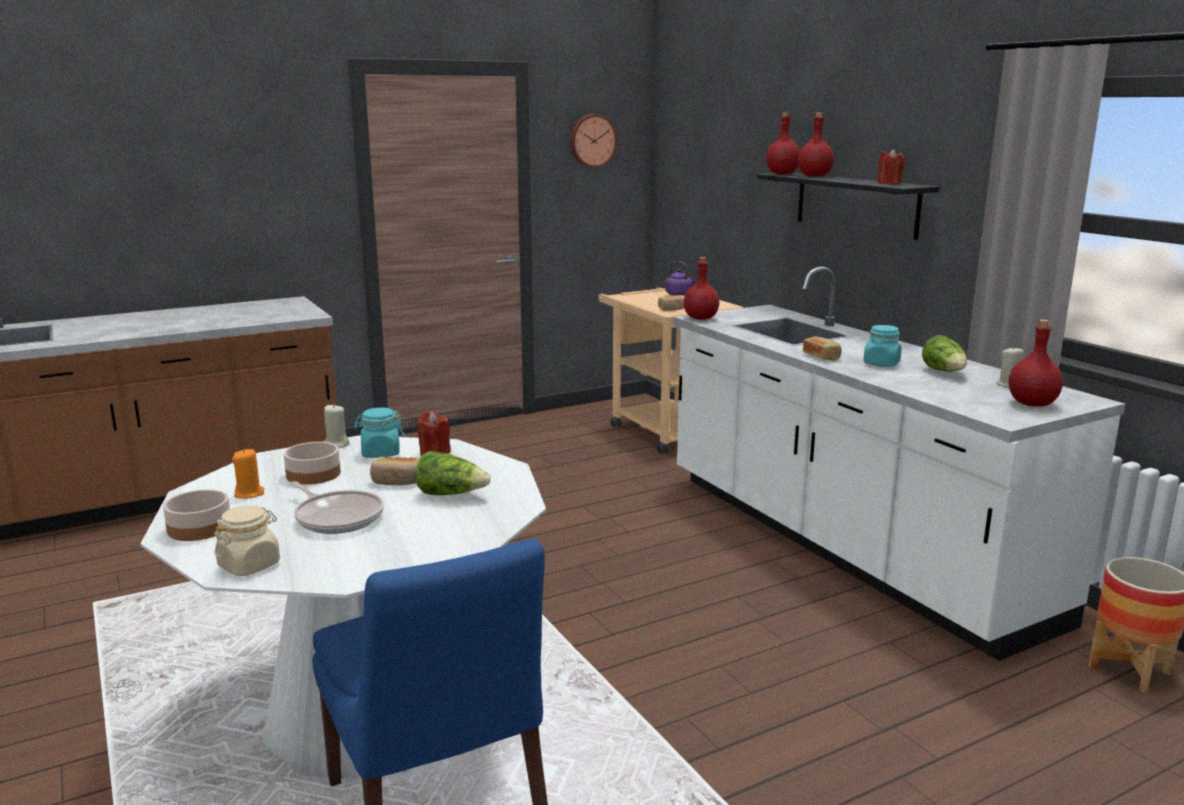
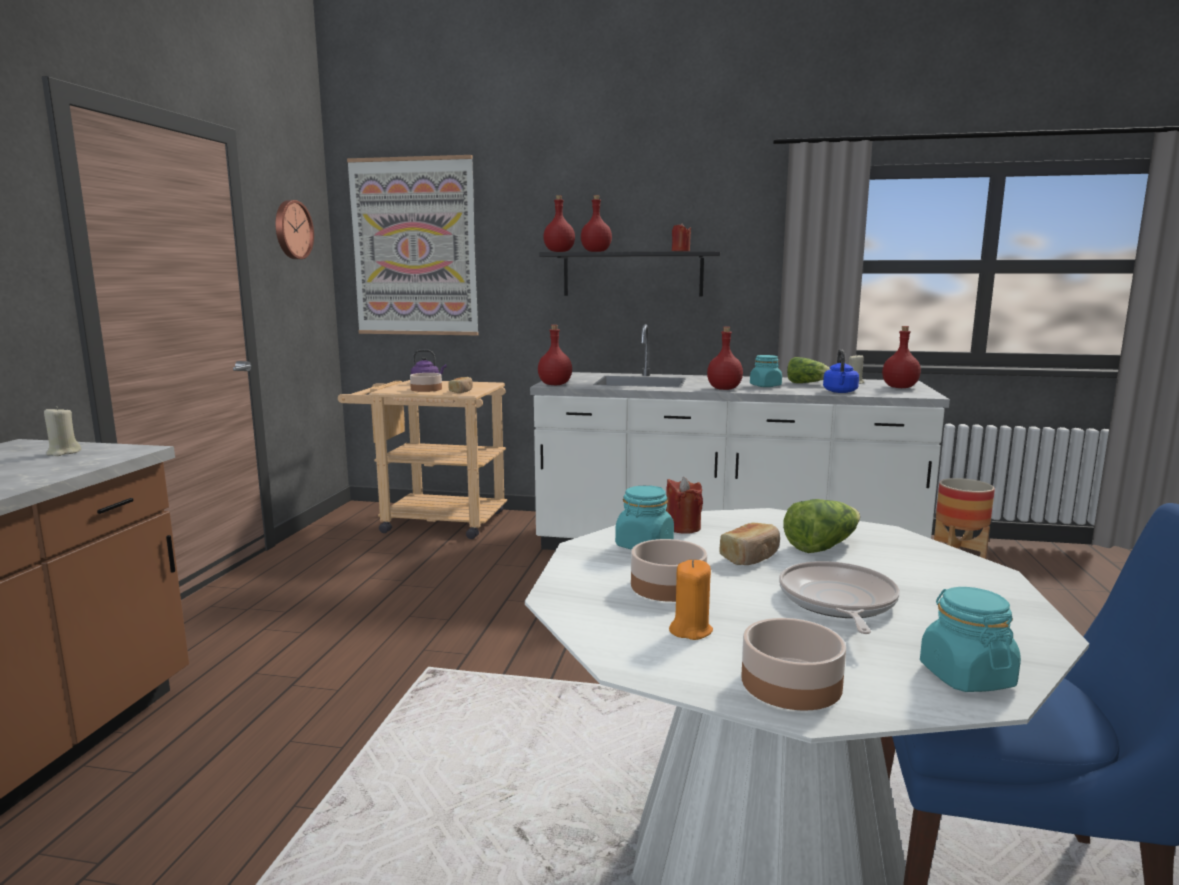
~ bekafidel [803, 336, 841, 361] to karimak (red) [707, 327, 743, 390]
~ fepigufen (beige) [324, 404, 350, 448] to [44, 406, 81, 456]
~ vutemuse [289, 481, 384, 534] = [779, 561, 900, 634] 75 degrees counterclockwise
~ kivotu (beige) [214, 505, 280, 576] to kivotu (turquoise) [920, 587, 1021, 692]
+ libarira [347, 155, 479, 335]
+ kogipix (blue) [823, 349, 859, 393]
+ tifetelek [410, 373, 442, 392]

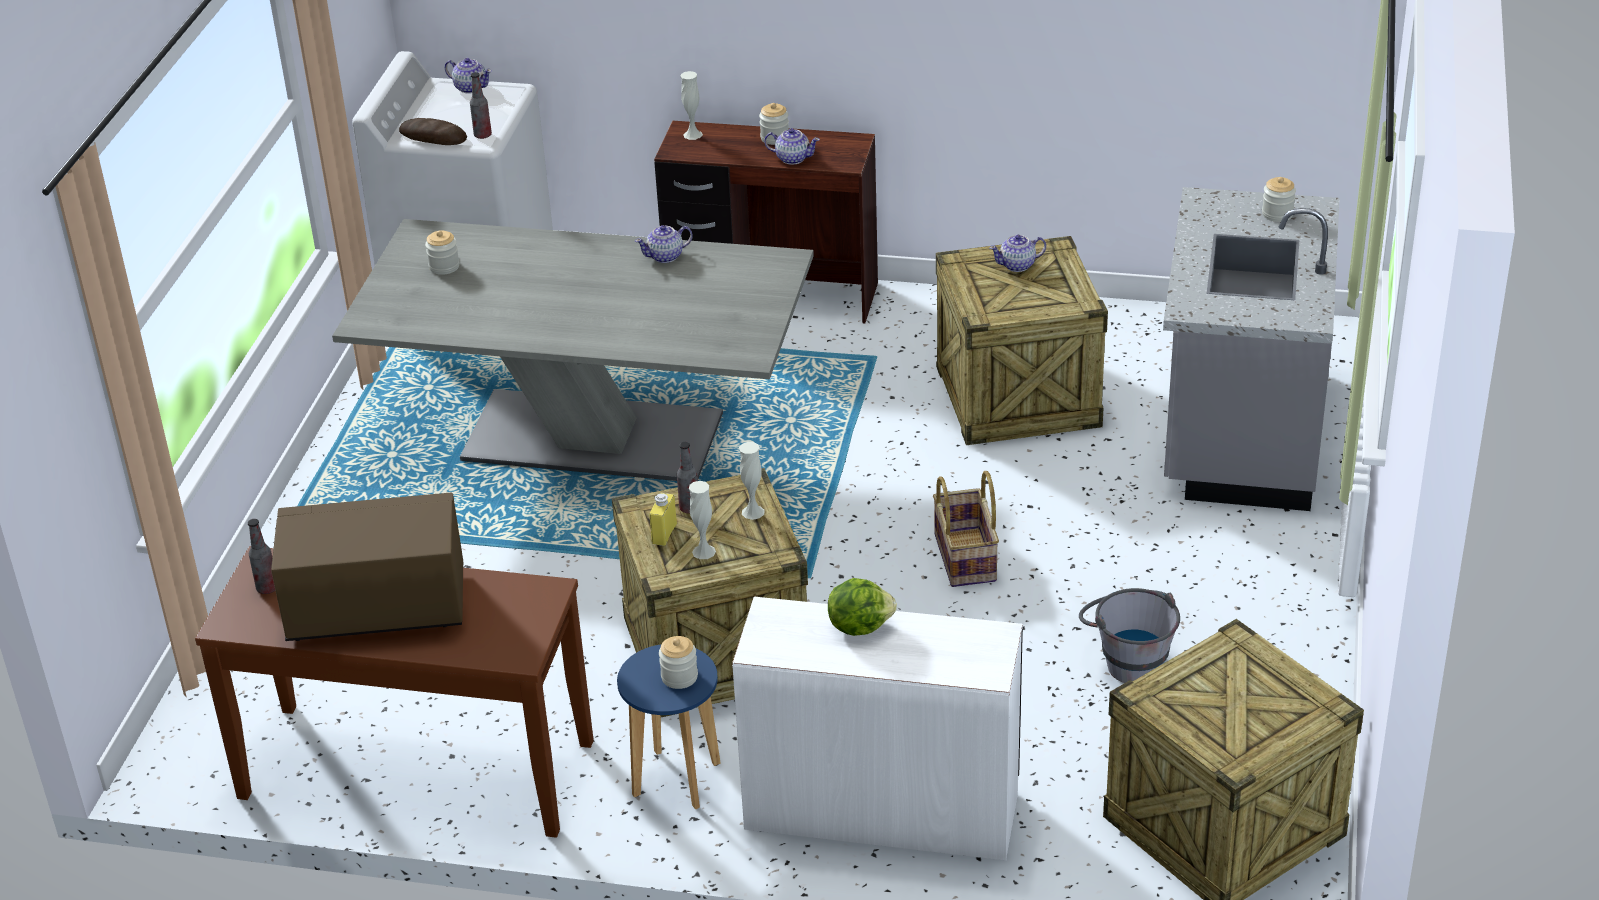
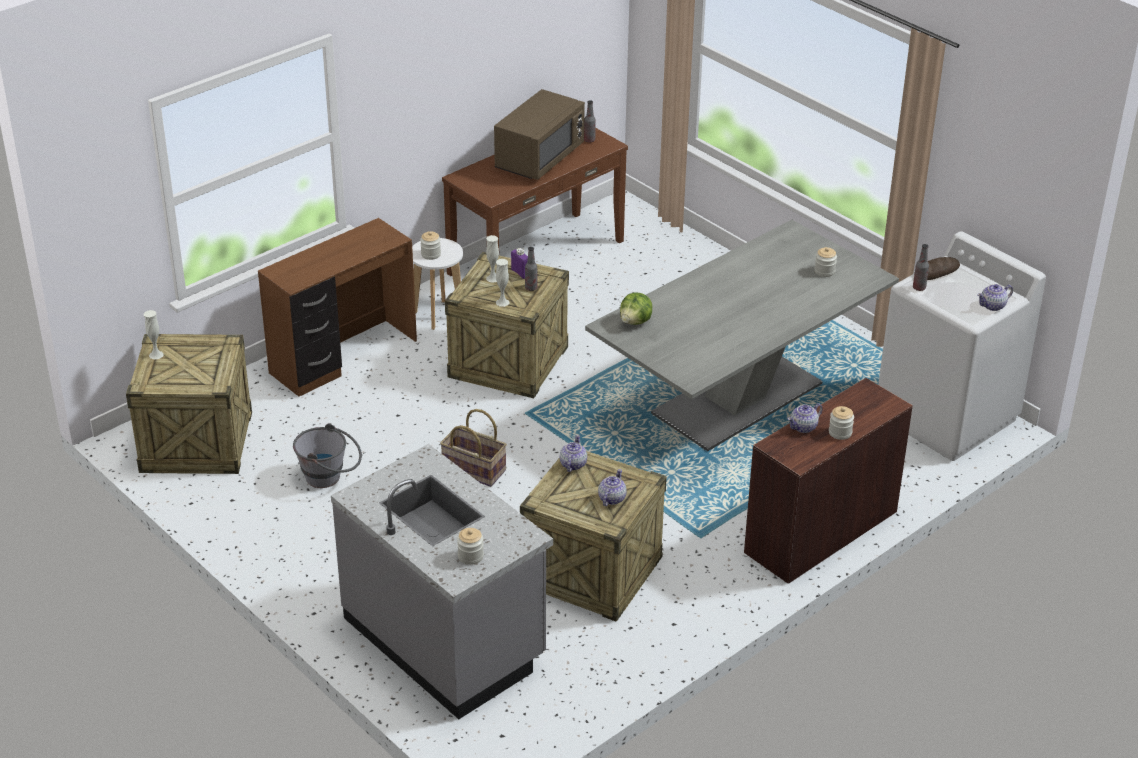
~ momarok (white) [680, 71, 703, 140] to [144, 310, 164, 360]
~ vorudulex [635, 225, 693, 263] to [559, 435, 587, 472]
~ karimak (yellow) [649, 493, 677, 546] to karimak (purple) [511, 248, 528, 279]
~ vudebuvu [828, 578, 897, 636] to [620, 292, 653, 325]
~ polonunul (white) [732, 597, 1023, 861] to polonunul (brown) [258, 218, 417, 397]
~ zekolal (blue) [617, 644, 721, 809] to zekolal (white) [412, 238, 463, 330]

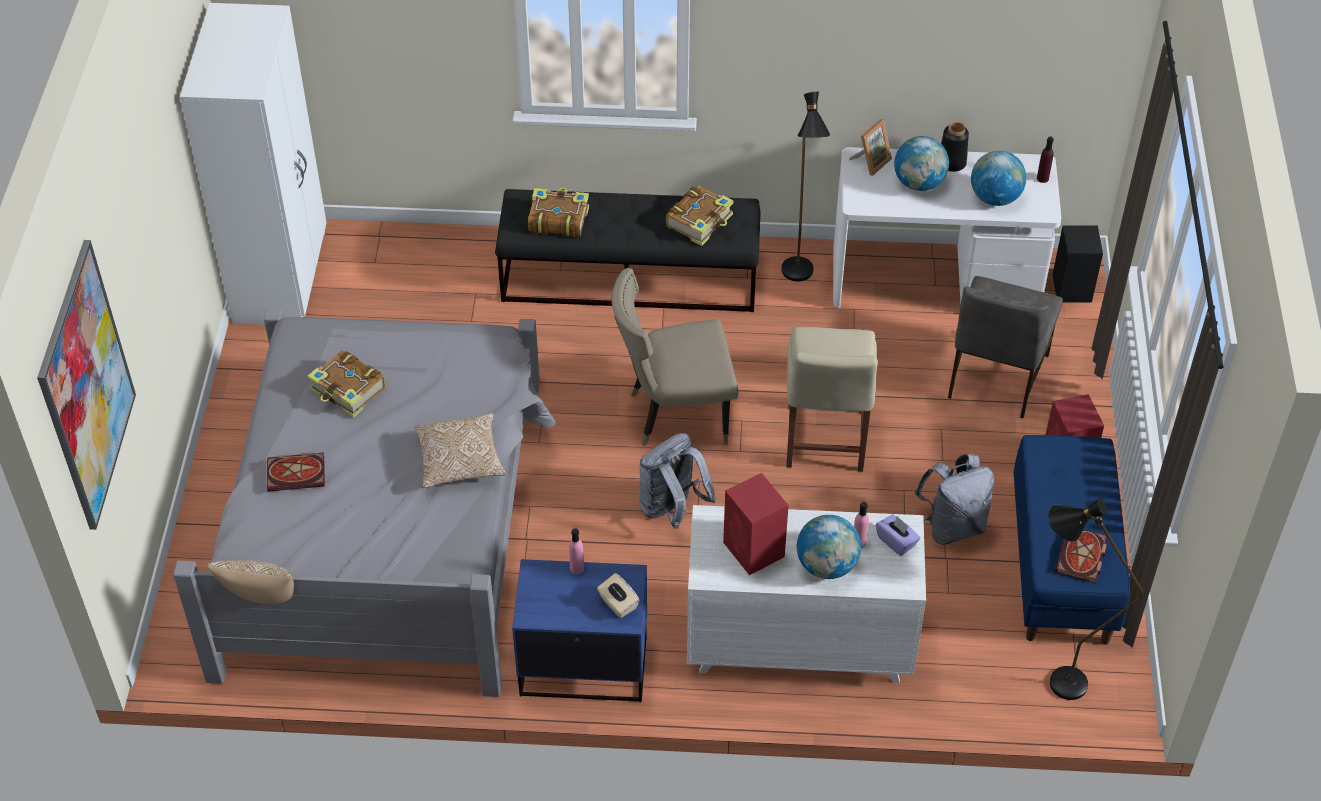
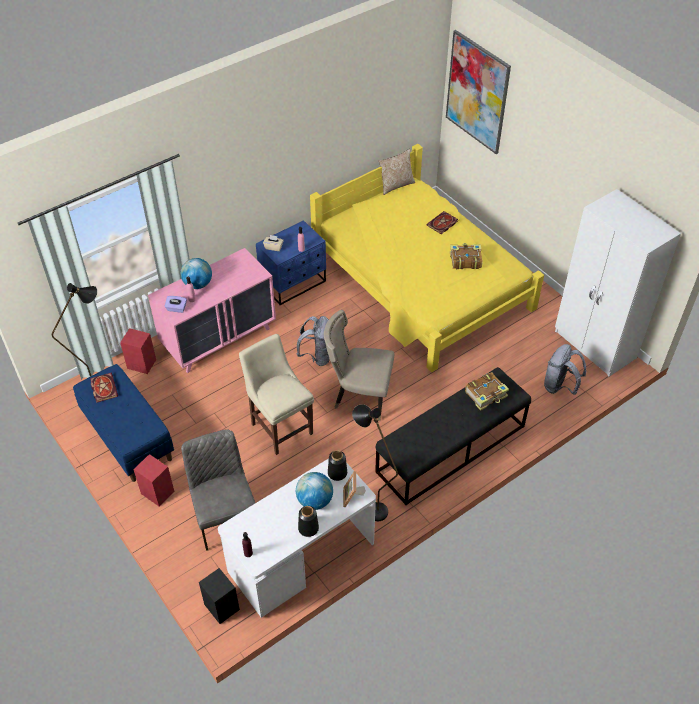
- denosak [971, 151, 1026, 206]
- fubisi [666, 185, 734, 246]
~ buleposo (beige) [611, 268, 739, 446] = [324, 310, 394, 421] 120 degrees counterclockwise
~ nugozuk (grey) [173, 308, 556, 697] to nugozuk (yellow) [310, 144, 544, 372]
- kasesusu [414, 413, 507, 488]
~ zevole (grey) [915, 454, 994, 545] to [544, 344, 586, 395]
~ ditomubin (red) [723, 473, 789, 575] to [120, 328, 156, 374]
~ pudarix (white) [687, 505, 926, 683] to pudarix (pink) [148, 248, 276, 373]
+ momarok (black) [328, 450, 347, 481]

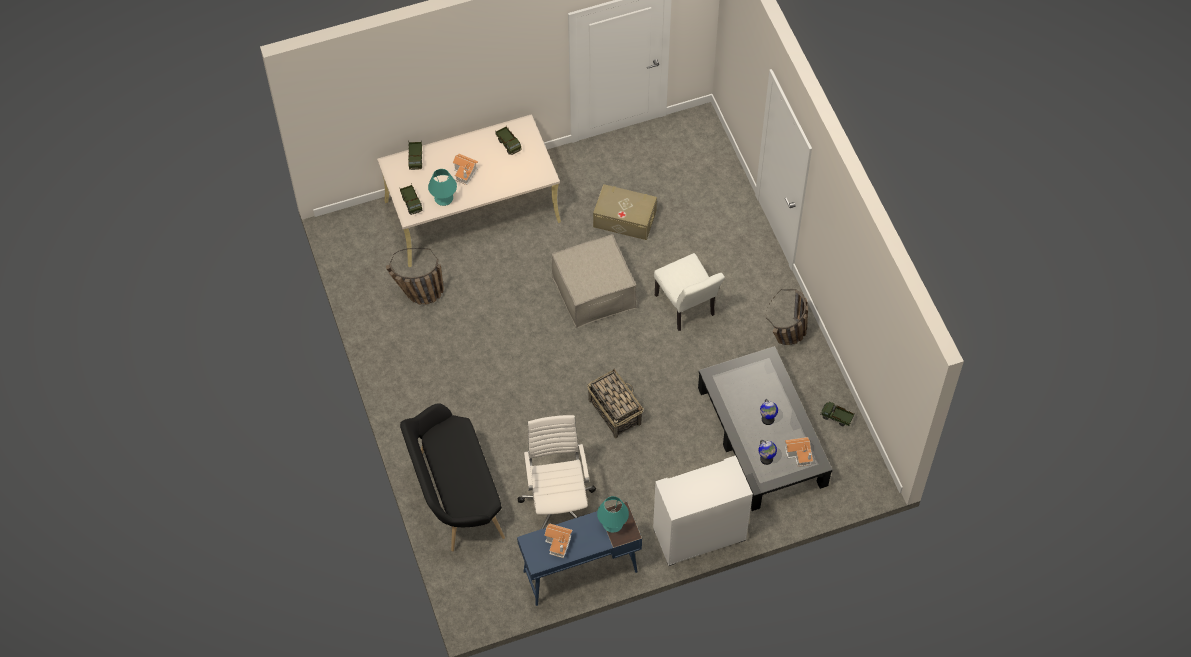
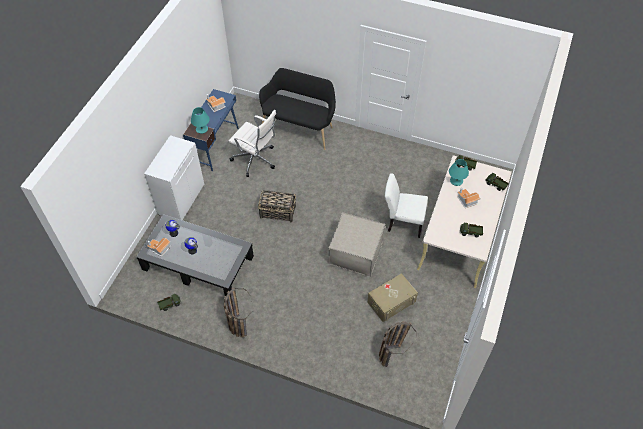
~ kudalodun [386, 248, 444, 305] to [379, 321, 416, 367]
~ buleposo (white) [654, 253, 725, 331] to [385, 173, 428, 238]

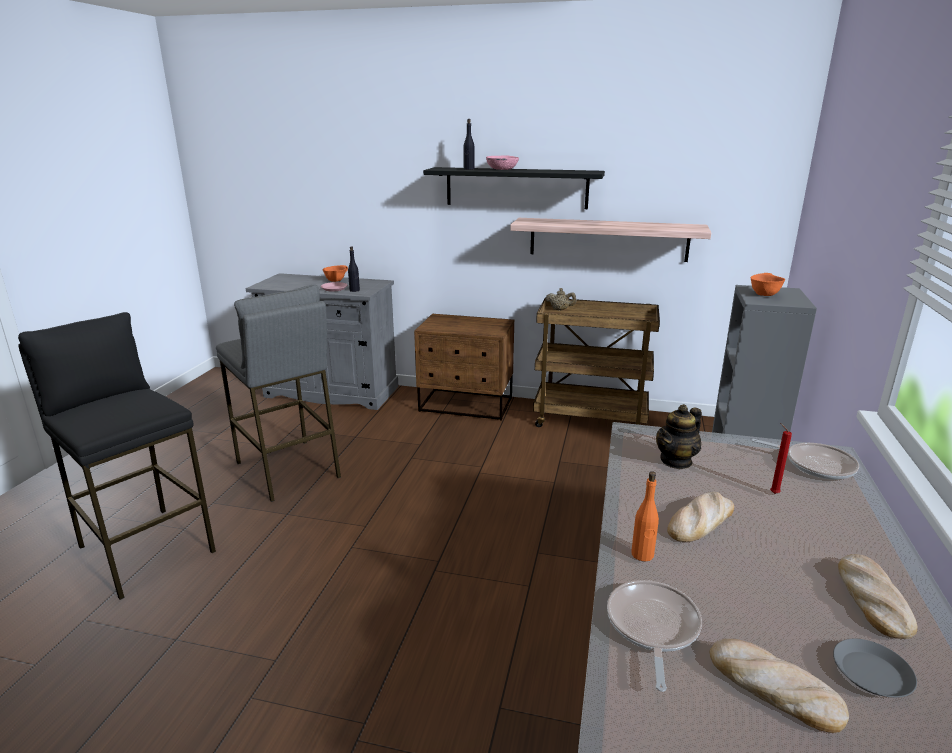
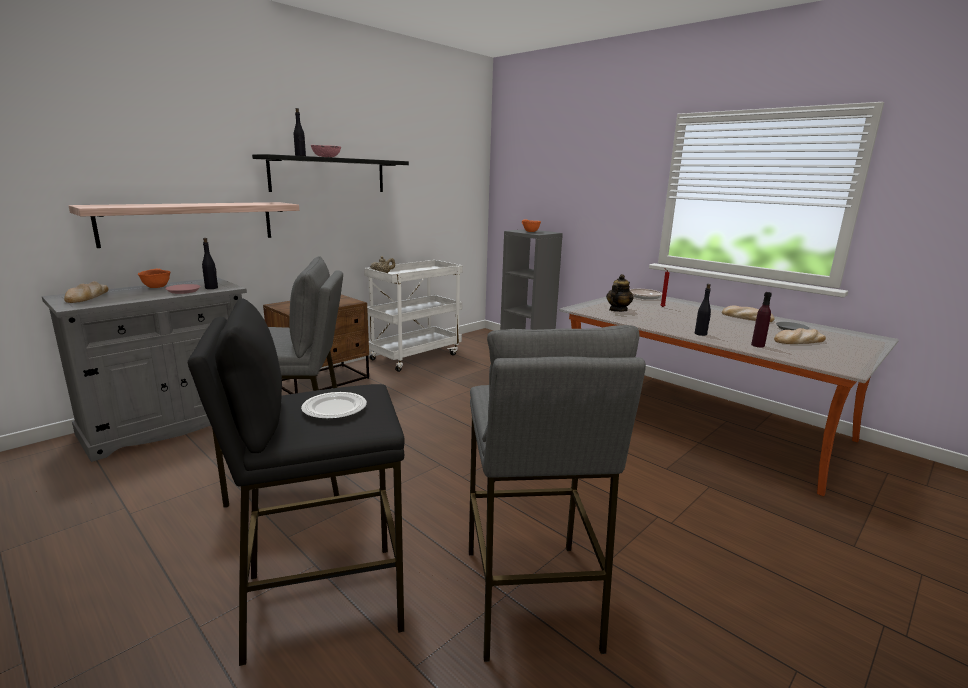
~ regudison [511, 218, 711, 262] to [69, 202, 299, 248]
~ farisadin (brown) [533, 297, 660, 427] to farisadin (white) [364, 260, 463, 372]
~ vorudulex [656, 404, 702, 469] = [606, 274, 634, 312] 135 degrees counterclockwise
~ karimak (orange) [631, 471, 659, 561] to karimak (black) [695, 284, 711, 336]
~ bekafidel [667, 492, 734, 542] to [64, 281, 108, 303]
~ vutemuse [607, 580, 702, 692] to karimak (purple) [751, 292, 772, 348]
+ zekolal (grey) [469, 325, 646, 662]
+ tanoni [301, 392, 367, 419]

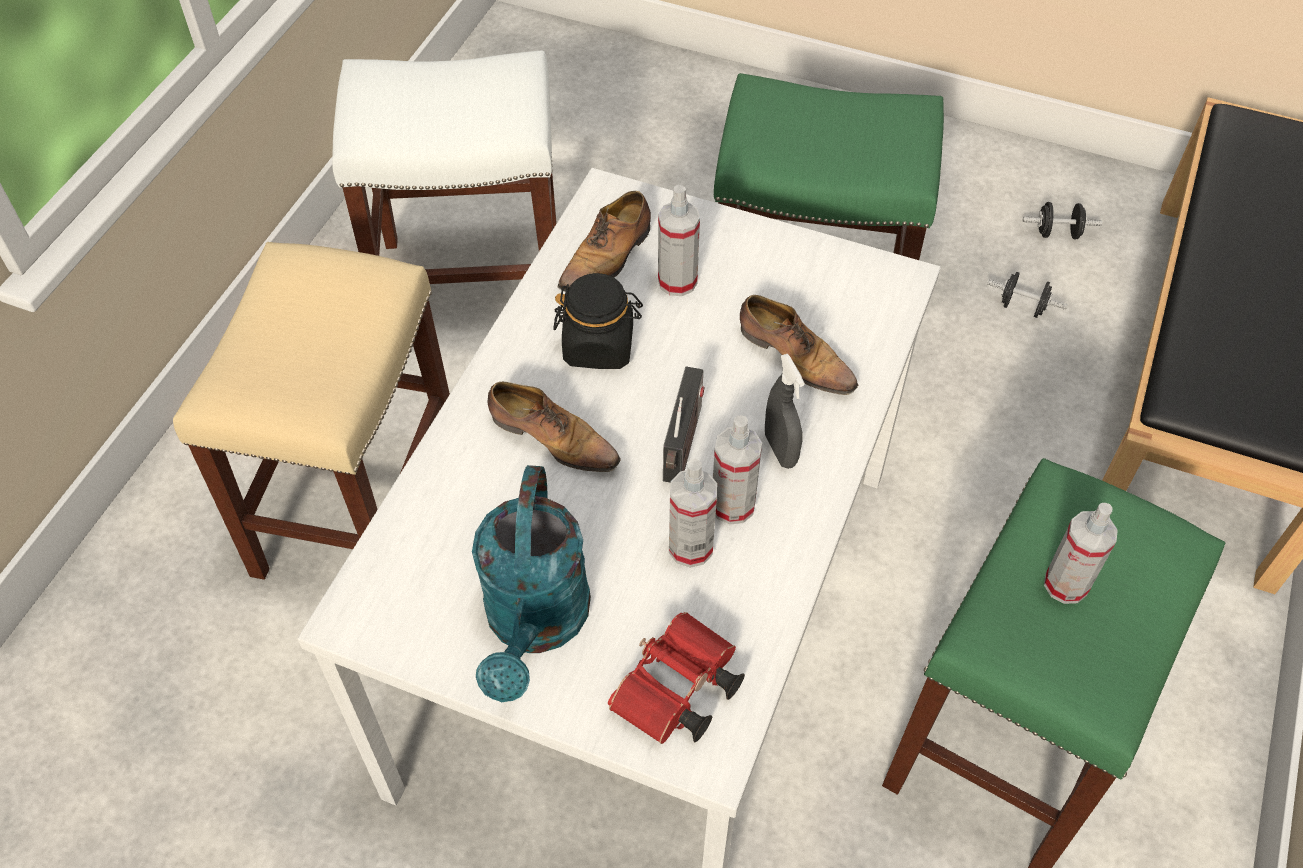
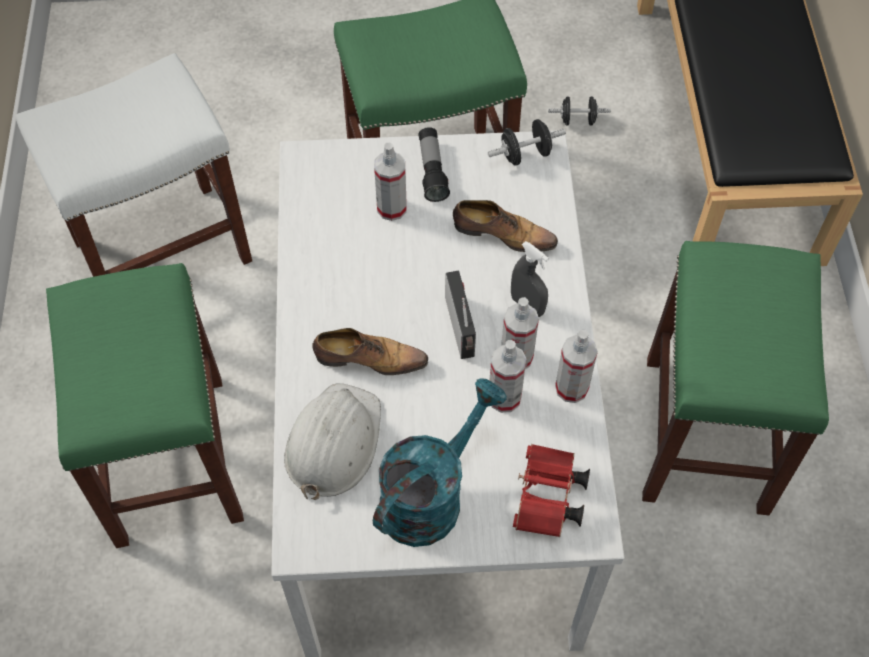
- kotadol [558, 191, 651, 292]
~ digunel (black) [1023, 202, 1102, 240] to [488, 119, 566, 166]
~ zekolal (beige) [173, 242, 450, 580] to zekolal (green) [46, 263, 244, 548]
- kivotu (black) [553, 273, 643, 369]
~ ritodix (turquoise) [472, 465, 591, 702] = [373, 378, 507, 547] 120 degrees counterclockwise
~ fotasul [1044, 503, 1118, 604] to [555, 330, 598, 403]
+ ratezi [418, 127, 450, 202]
+ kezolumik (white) [284, 383, 381, 500]

